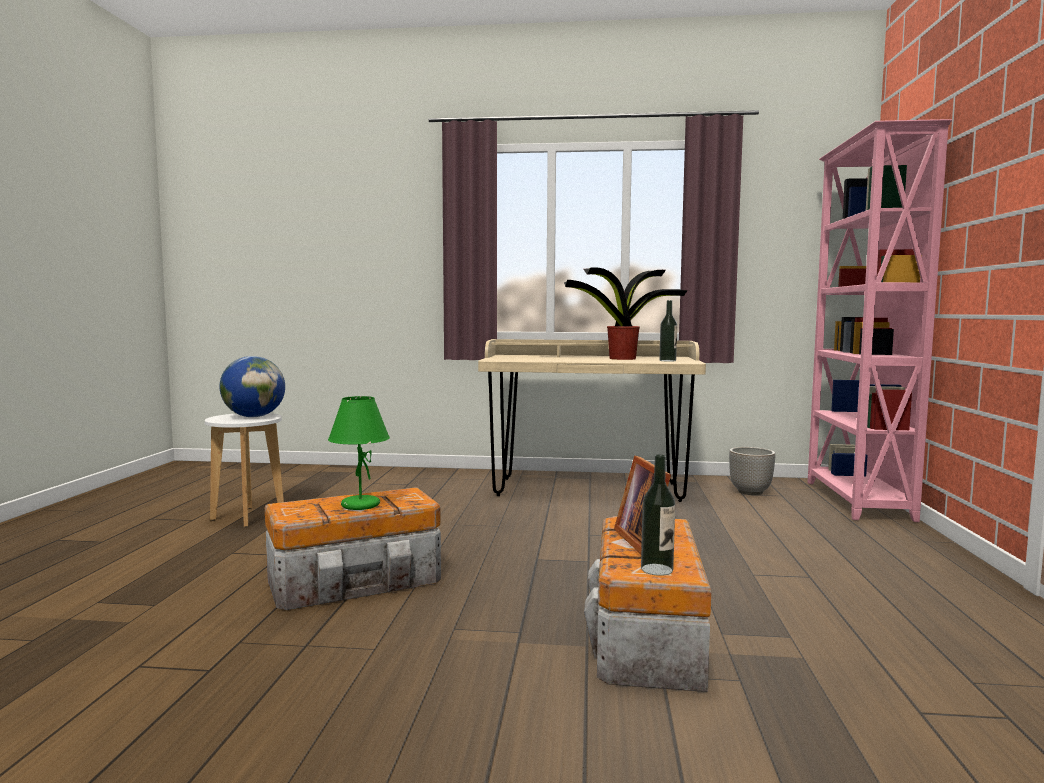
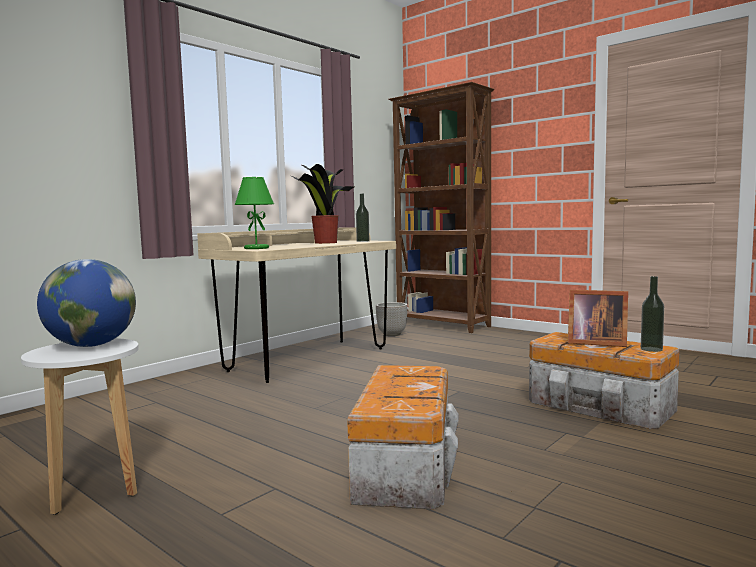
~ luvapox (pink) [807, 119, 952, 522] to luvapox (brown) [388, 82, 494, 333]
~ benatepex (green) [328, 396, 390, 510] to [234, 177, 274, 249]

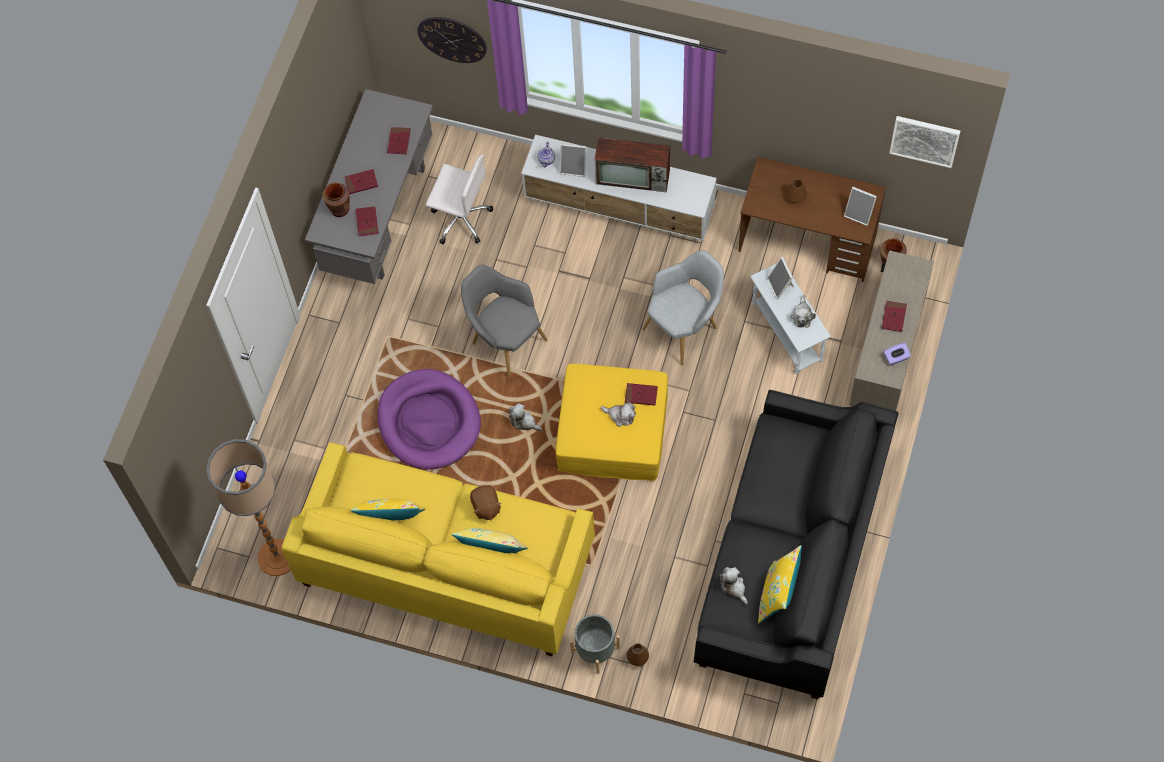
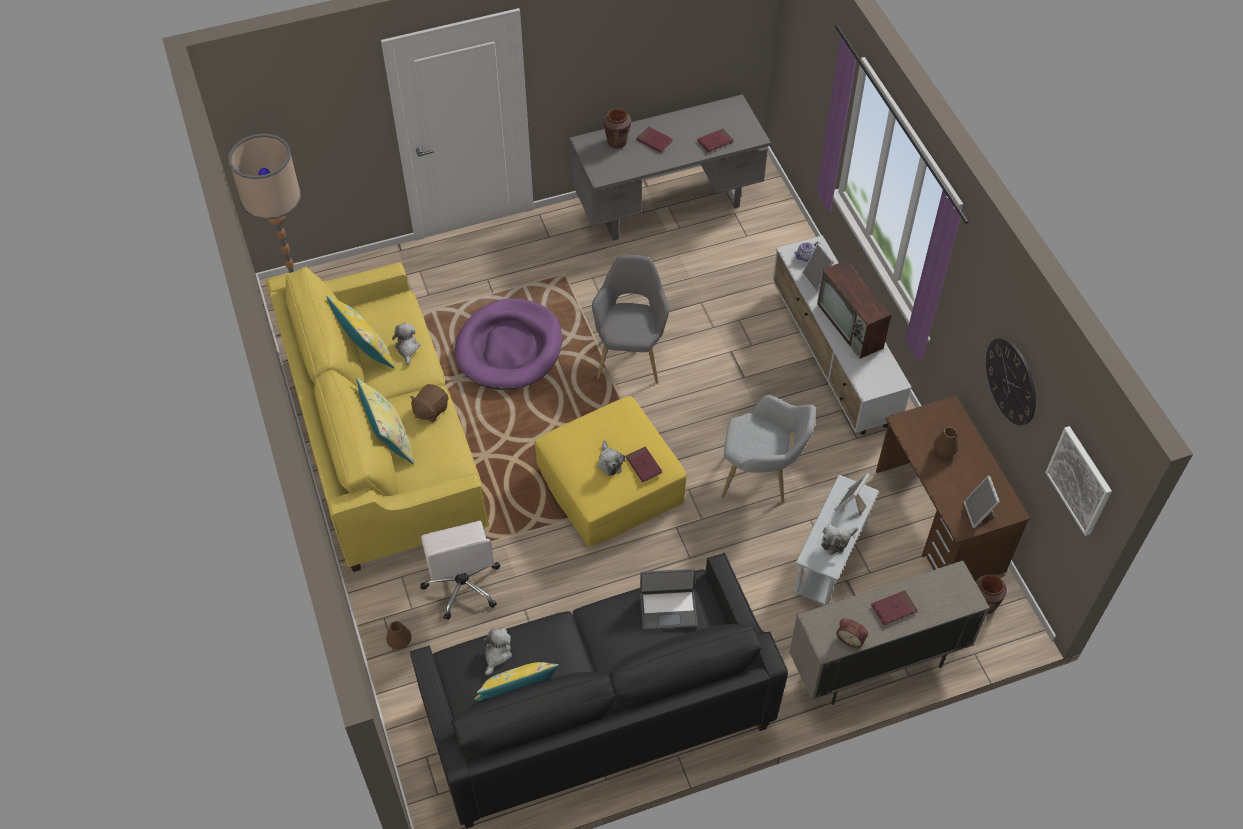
~ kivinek [417, 17, 487, 63] to [986, 338, 1036, 426]
~ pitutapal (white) [426, 155, 493, 245] to [420, 521, 500, 620]
- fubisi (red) [356, 206, 379, 237]
~ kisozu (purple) [884, 343, 911, 366] to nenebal [836, 618, 868, 648]
~ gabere [509, 403, 542, 431] to [392, 323, 420, 365]
- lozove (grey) [570, 614, 620, 674]
+ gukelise [640, 569, 698, 630]

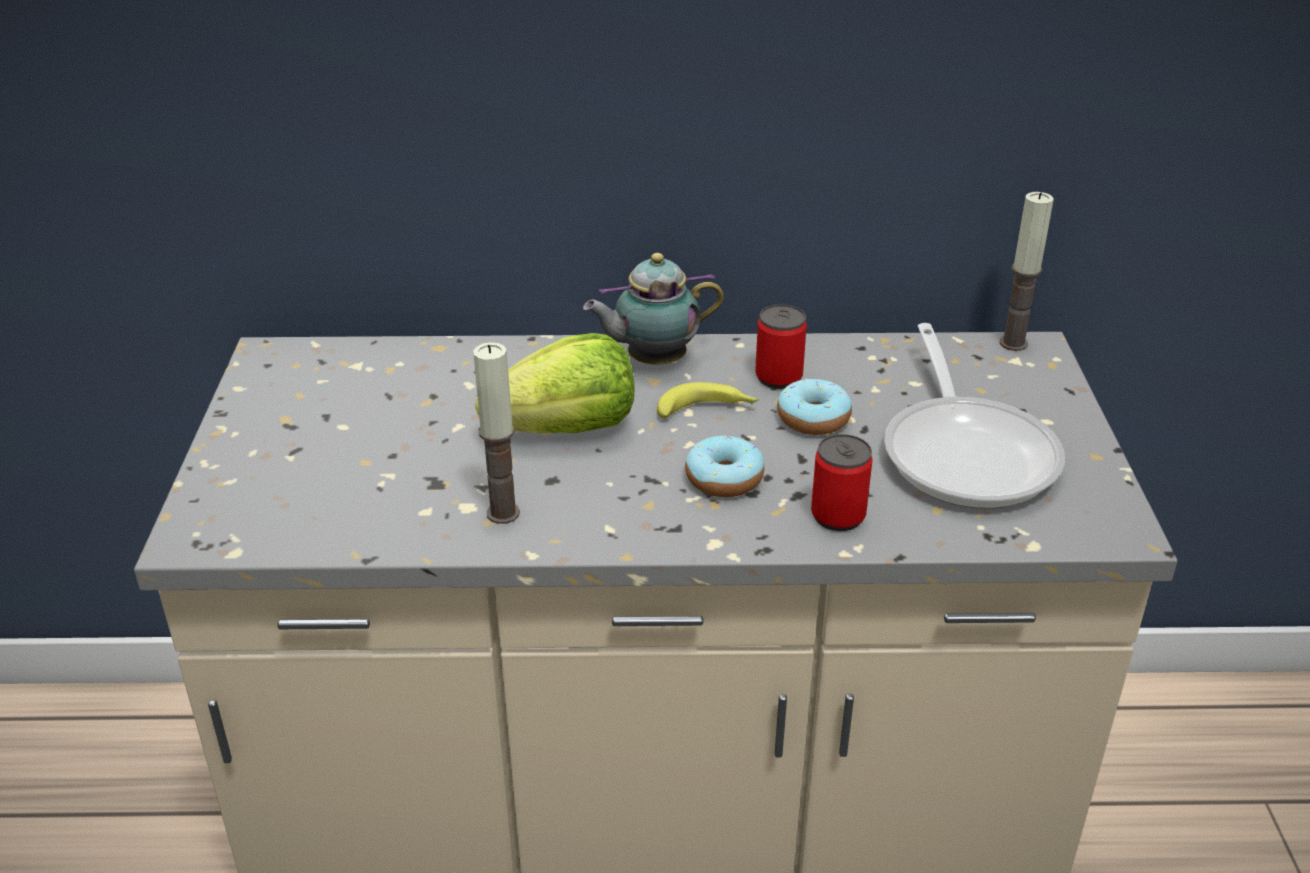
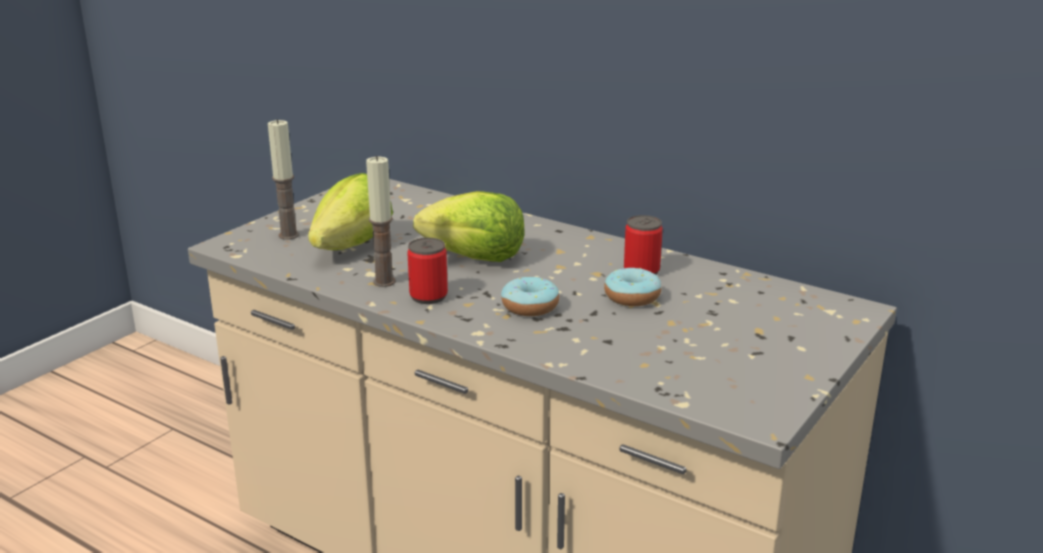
~ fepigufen [1000, 192, 1054, 351] to [268, 119, 299, 240]
- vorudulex [583, 253, 724, 364]
- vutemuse [884, 323, 1065, 509]
- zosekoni [657, 382, 759, 419]
~ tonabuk [811, 434, 873, 531] to [407, 238, 448, 304]
+ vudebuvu [308, 173, 393, 250]

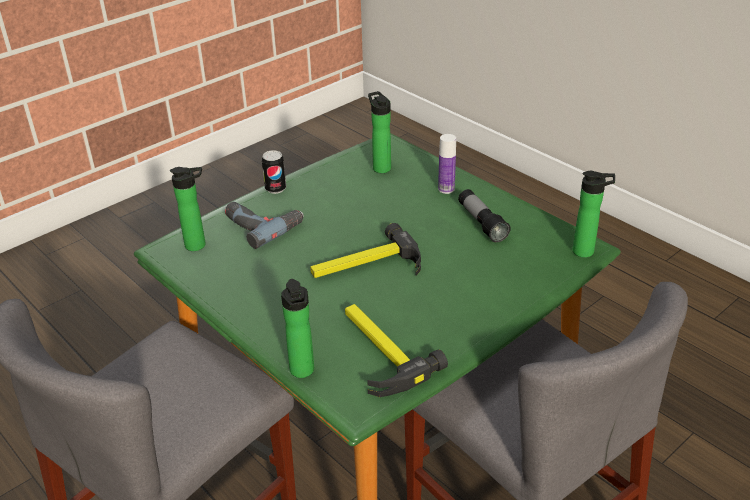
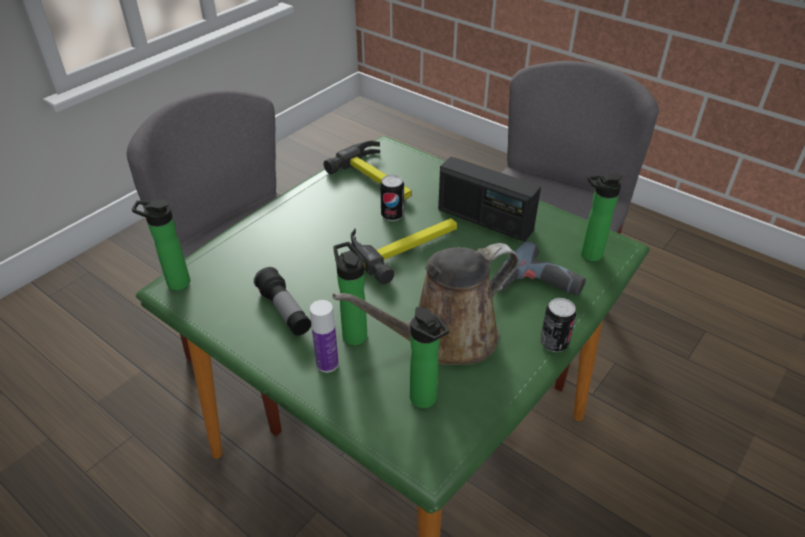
~ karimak [281, 279, 314, 378] to [333, 242, 367, 345]
+ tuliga [438, 157, 541, 242]
+ tonabuk [380, 175, 404, 221]
+ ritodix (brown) [333, 243, 519, 365]

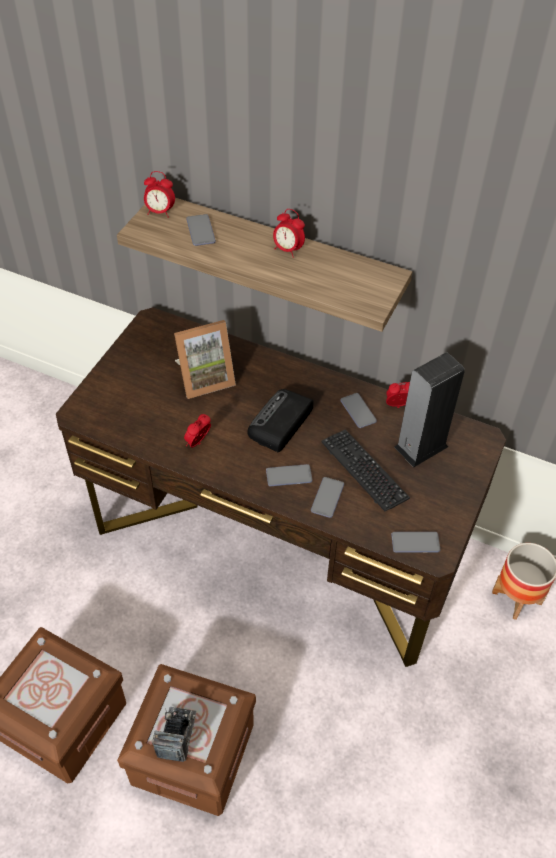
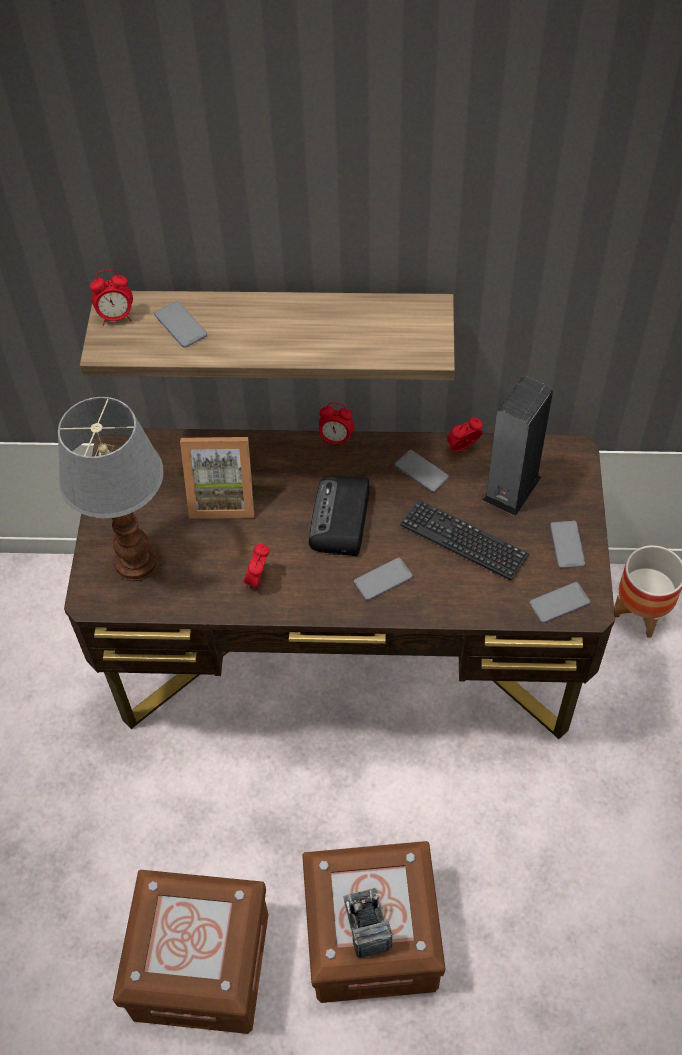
~ nenebal [273, 209, 305, 258] to [319, 402, 354, 448]
~ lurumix [174, 320, 236, 399] = [180, 437, 254, 519] 45 degrees clockwise
~ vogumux [311, 477, 344, 518] to [550, 521, 585, 568]
+ benatepex [58, 397, 163, 581]

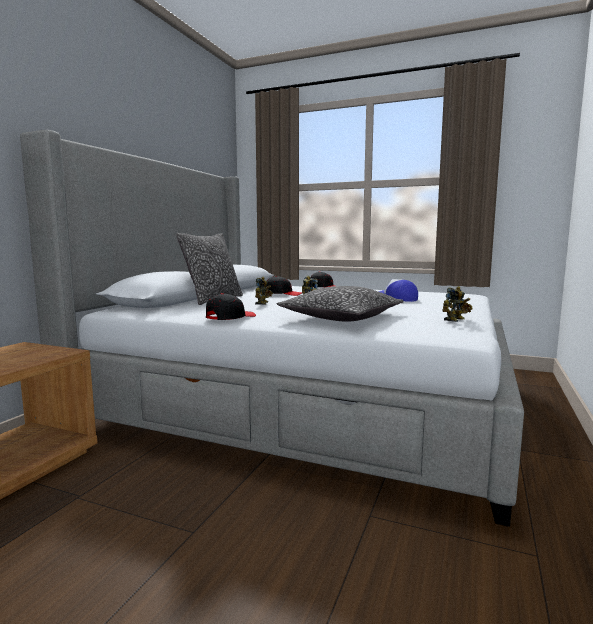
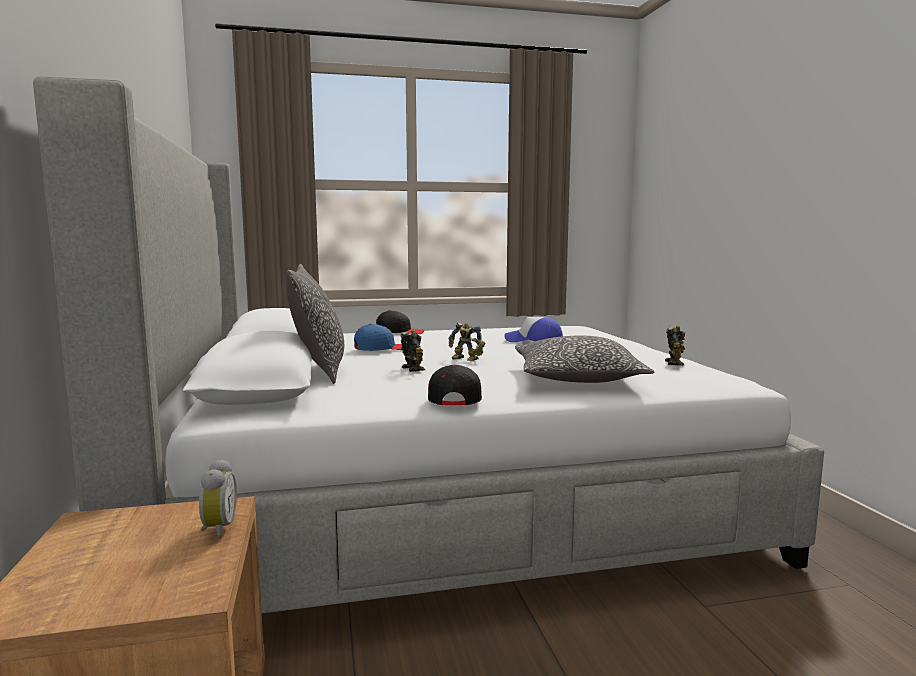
~ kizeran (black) [267, 276, 302, 296] to kizeran (blue) [354, 323, 402, 351]
+ nenebal [199, 459, 237, 539]

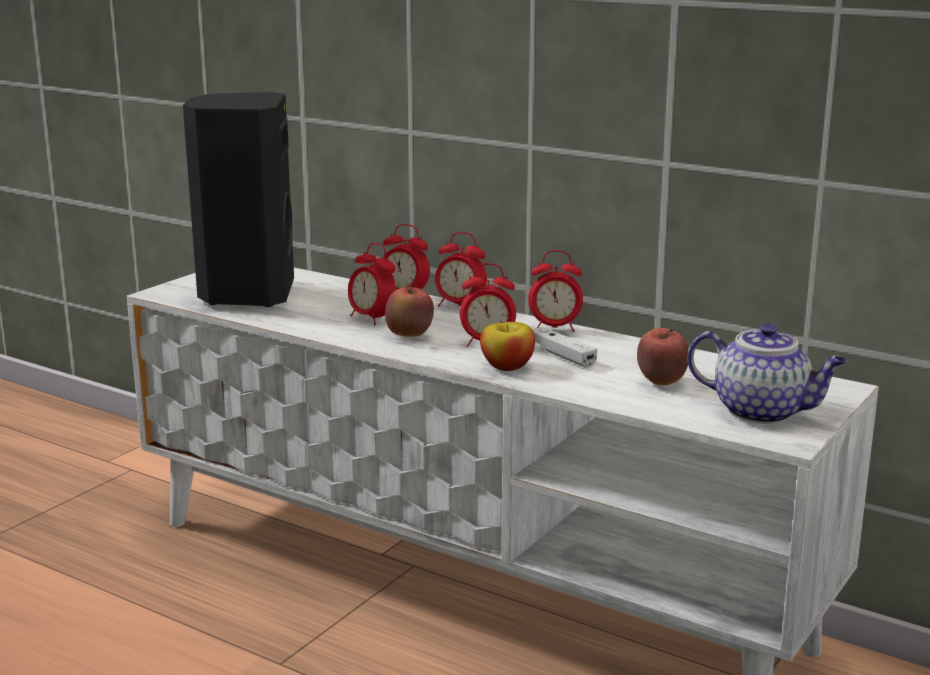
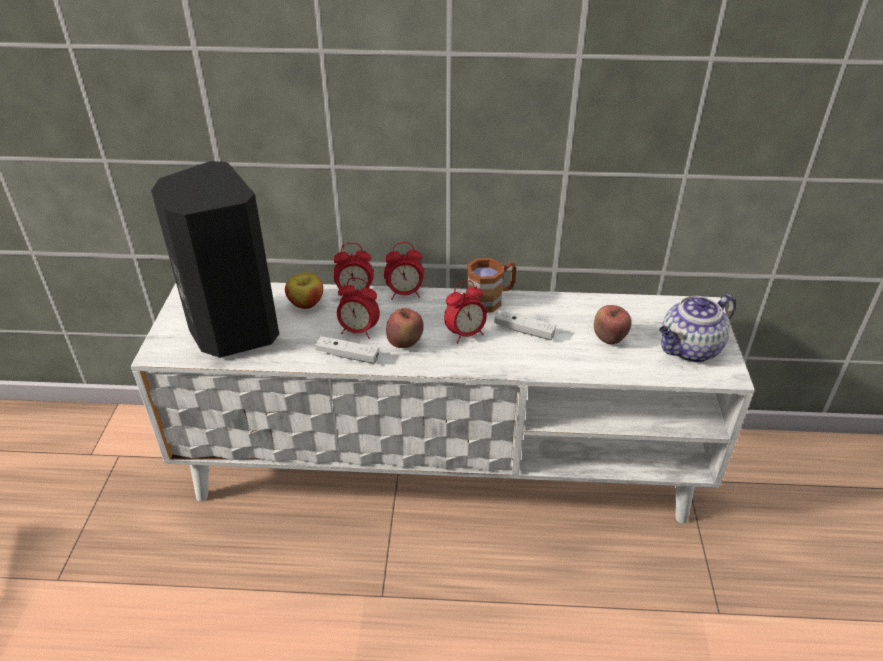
~ nenebal [528, 250, 583, 332] to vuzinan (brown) [467, 258, 516, 313]
~ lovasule [480, 322, 535, 371] to [285, 272, 323, 309]
~ vorudulex [687, 323, 847, 424] = [659, 294, 736, 363] 150 degrees clockwise
+ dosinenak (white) [315, 336, 379, 364]

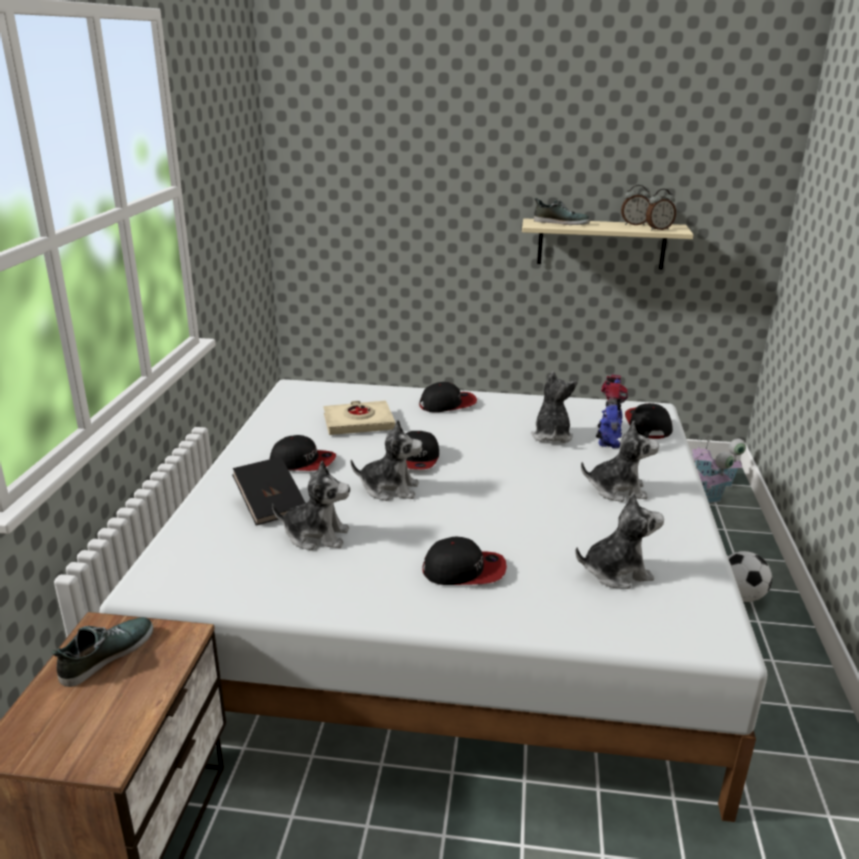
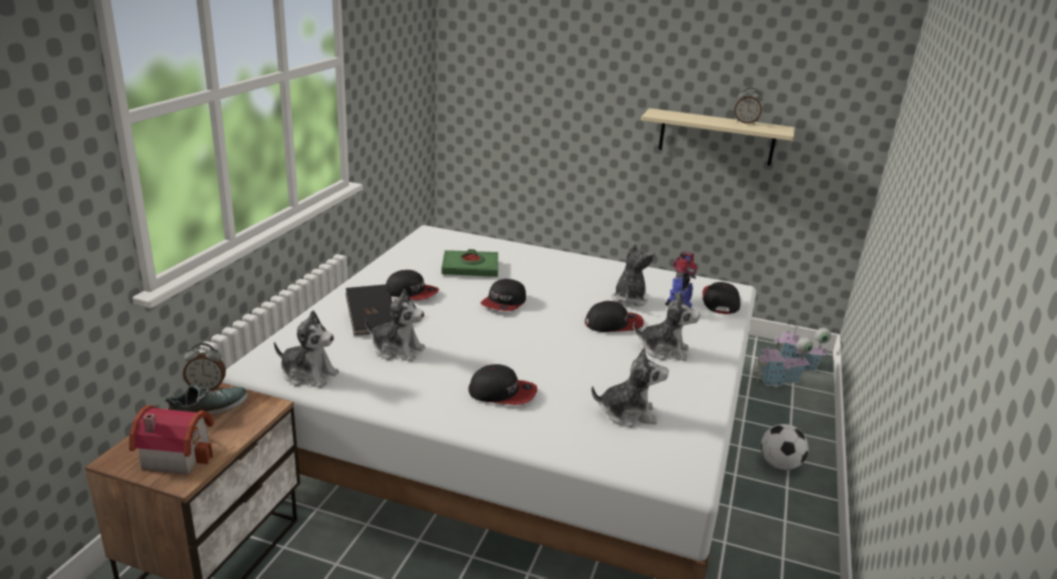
~ nenebal [646, 189, 676, 230] to [183, 343, 226, 391]
- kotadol [534, 198, 590, 225]
~ kizeran [419, 382, 477, 412] to [585, 301, 644, 332]
~ fubisi (beige) [323, 400, 395, 435] to fubisi (green) [442, 249, 498, 277]
~ gabere [351, 420, 423, 501] to [274, 311, 339, 388]
+ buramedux [129, 405, 214, 474]

